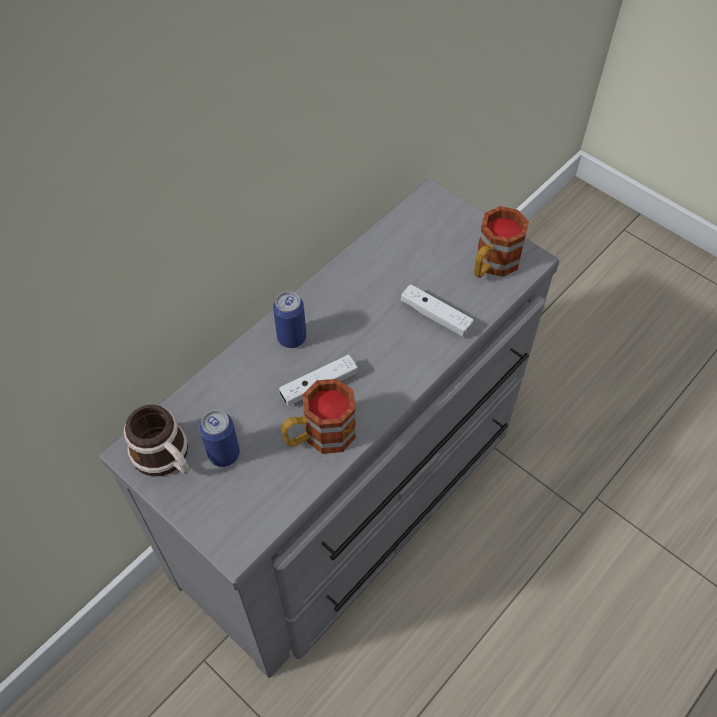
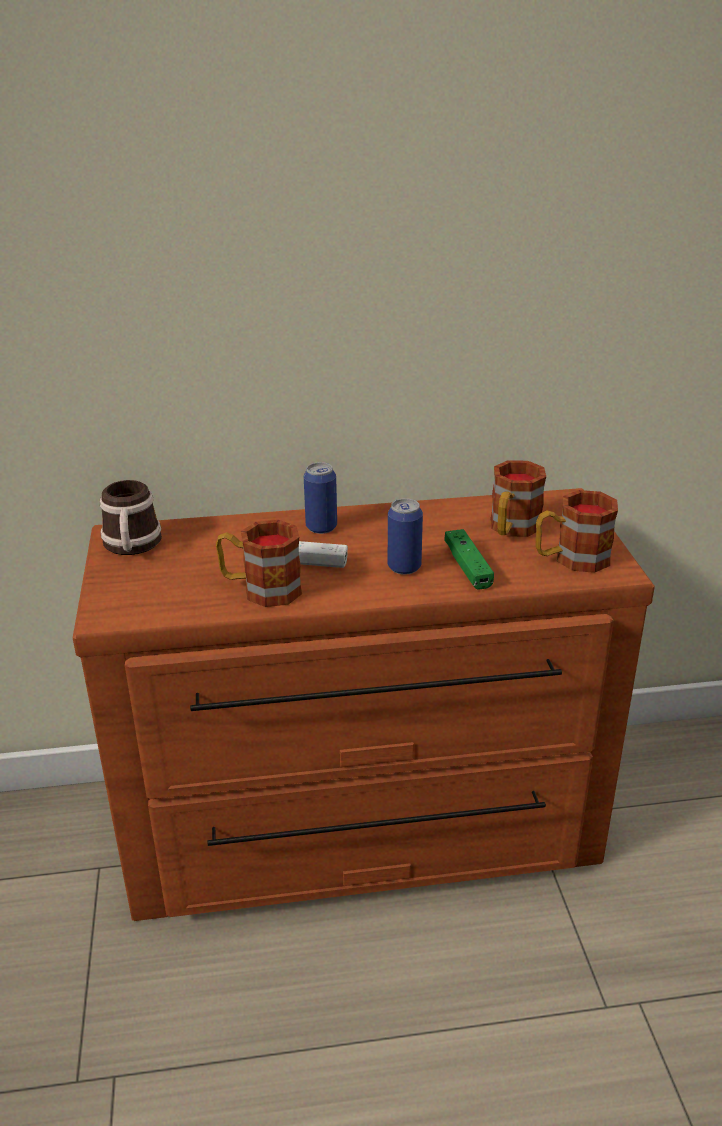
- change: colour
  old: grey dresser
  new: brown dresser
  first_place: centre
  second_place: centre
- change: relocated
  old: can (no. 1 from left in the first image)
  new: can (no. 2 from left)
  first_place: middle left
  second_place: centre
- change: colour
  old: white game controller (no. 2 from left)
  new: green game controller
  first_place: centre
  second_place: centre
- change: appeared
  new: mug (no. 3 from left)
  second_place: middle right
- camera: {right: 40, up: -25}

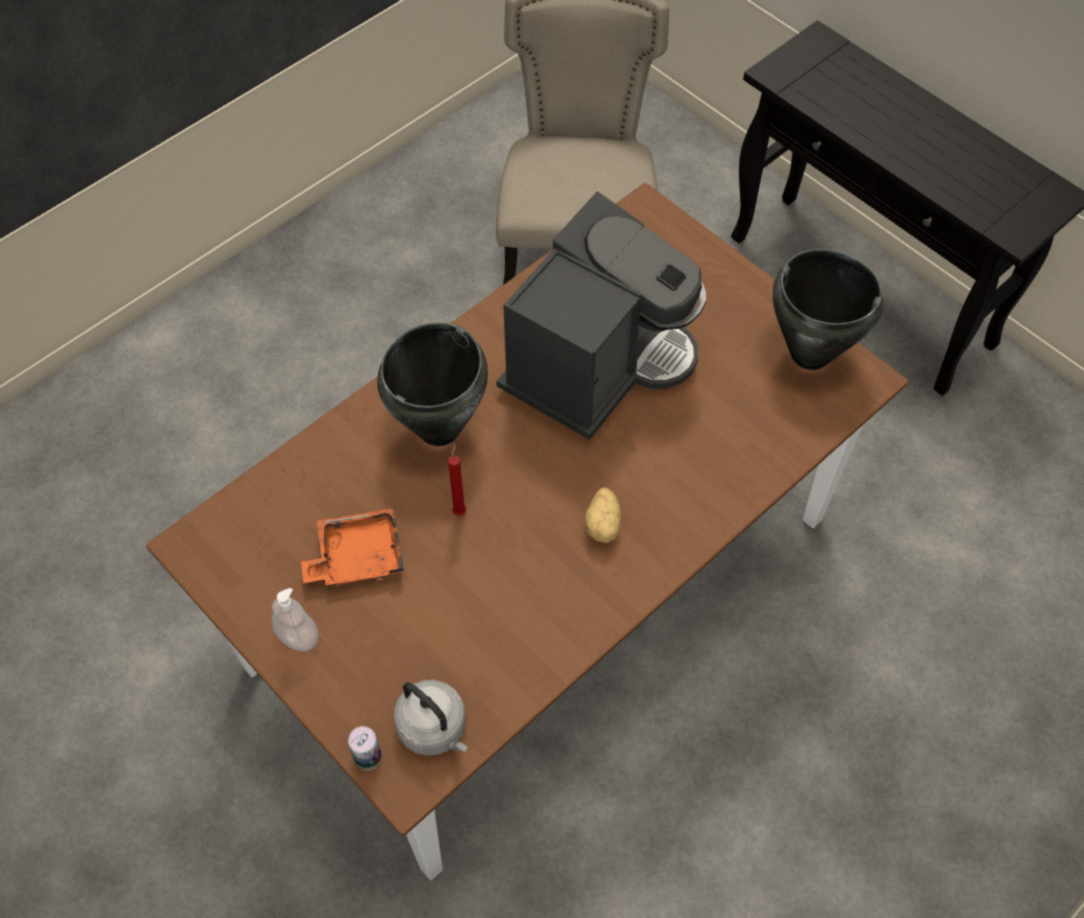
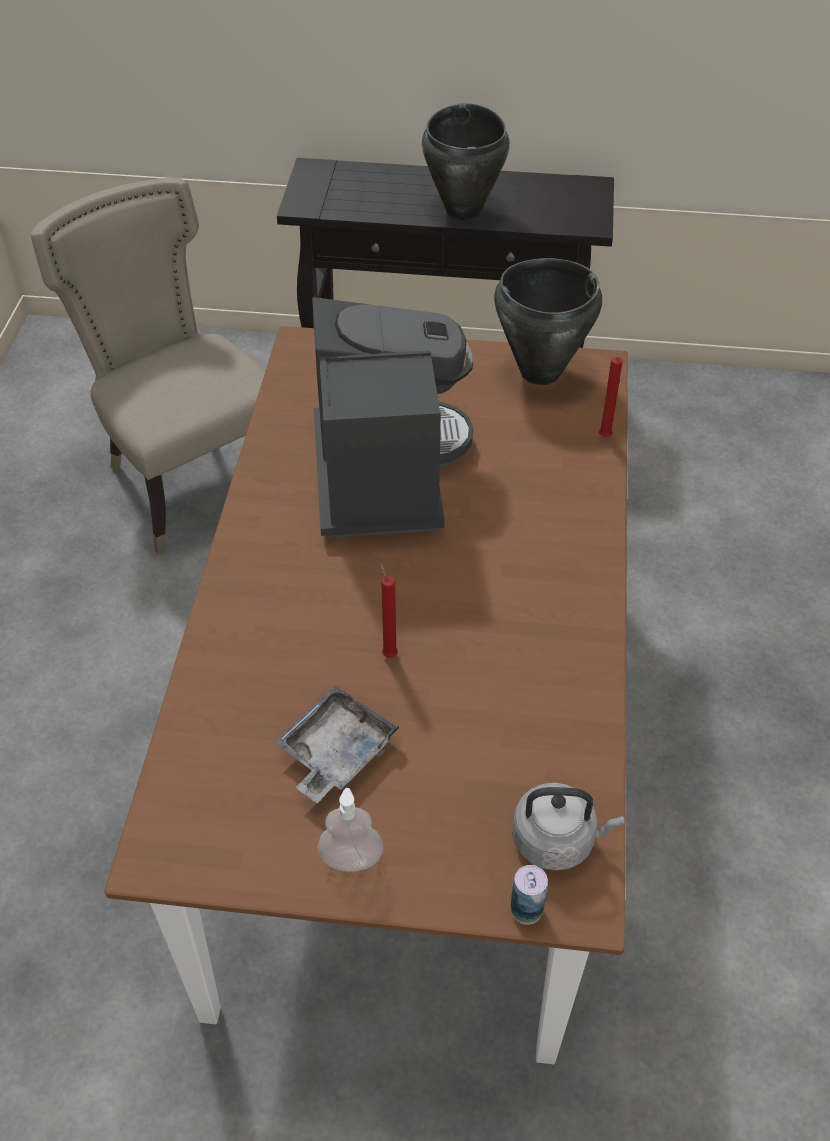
- change: colour
  old: orange tray
  new: grey tray
  first_place: middle left
  second_place: centre
- change: relocated
  old: black cooking pot (no. 1 from left)
  first_place: centre
  second_place: top centre
- change: missing
  old: potato
  first_place: centre
- change: appeared
  new: red candle (no. 2 from left)
  second_place: middle right
- camera: {right: -40, up: -10}

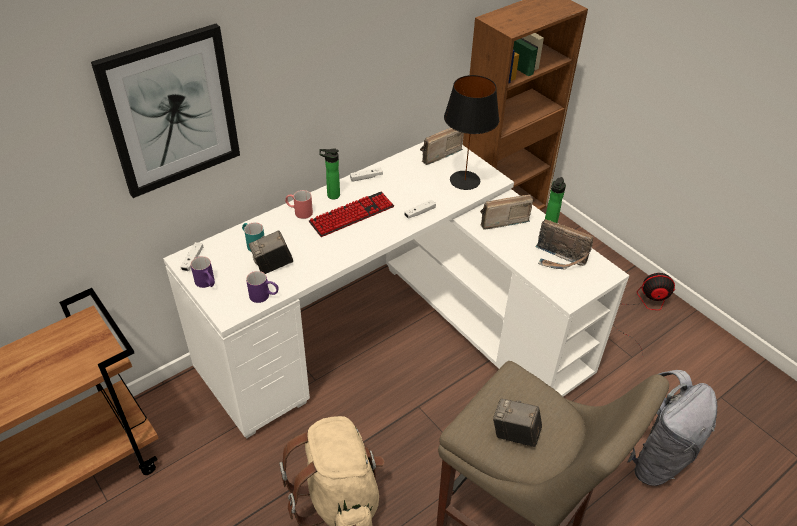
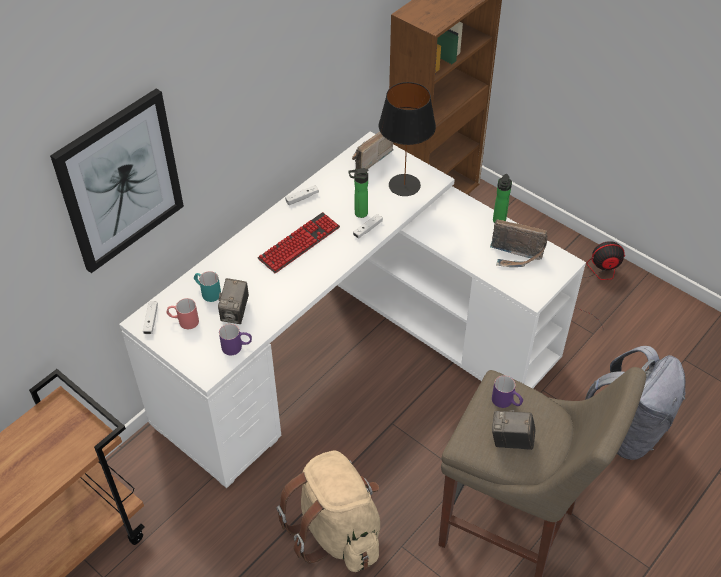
- change: relocated
  old: purple mug (no. 1 from left in the first image)
  new: purple mug (no. 2 from left)
  first_place: middle left
  second_place: bottom right
- change: spun
  old: photo camera (no. 1 from left)
  first_place: centre
  second_place: middle left
  degrees: -45
- change: relocated
  old: red mug
  first_place: centre
  second_place: middle left
- change: relocated
  old: bottle (no. 1 from left)
  first_place: top centre
  second_place: centre
- change: missing
  old: radio (no. 2 from left)
  first_place: centre
- camera: {right: -10, up: 5}

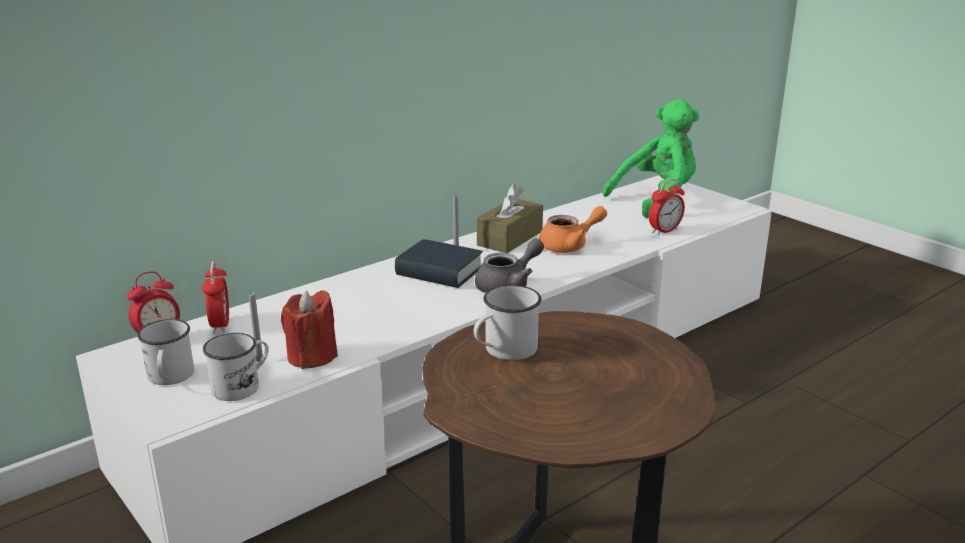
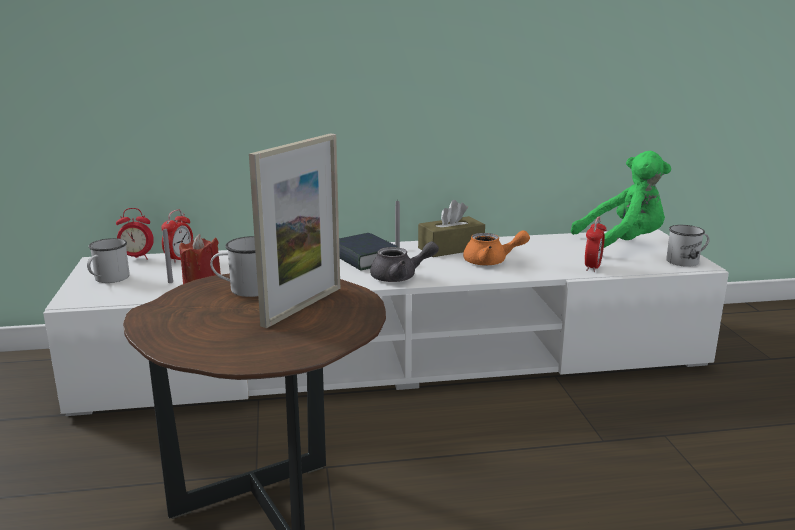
- change: relocated
  old: white mug (no. 2 from left in the first image)
  new: white mug (no. 3 from left)
  first_place: bottom left
  second_place: middle right
- change: spun
  old: alarm clock (no. 3 from left)
  first_place: middle right
  second_place: middle right
  degrees: -60
- change: appeared
  new: picture frame
  second_place: centre
- camera: {right: 30, up: -5}

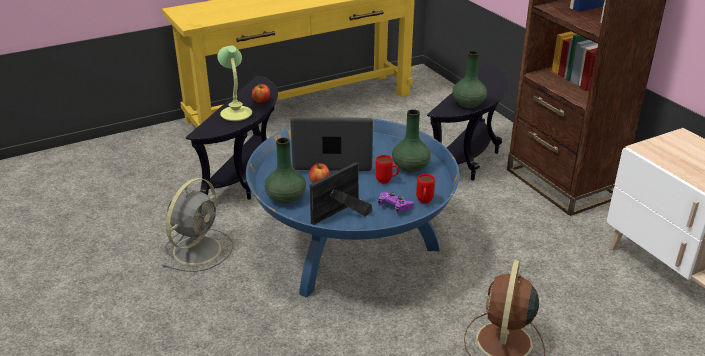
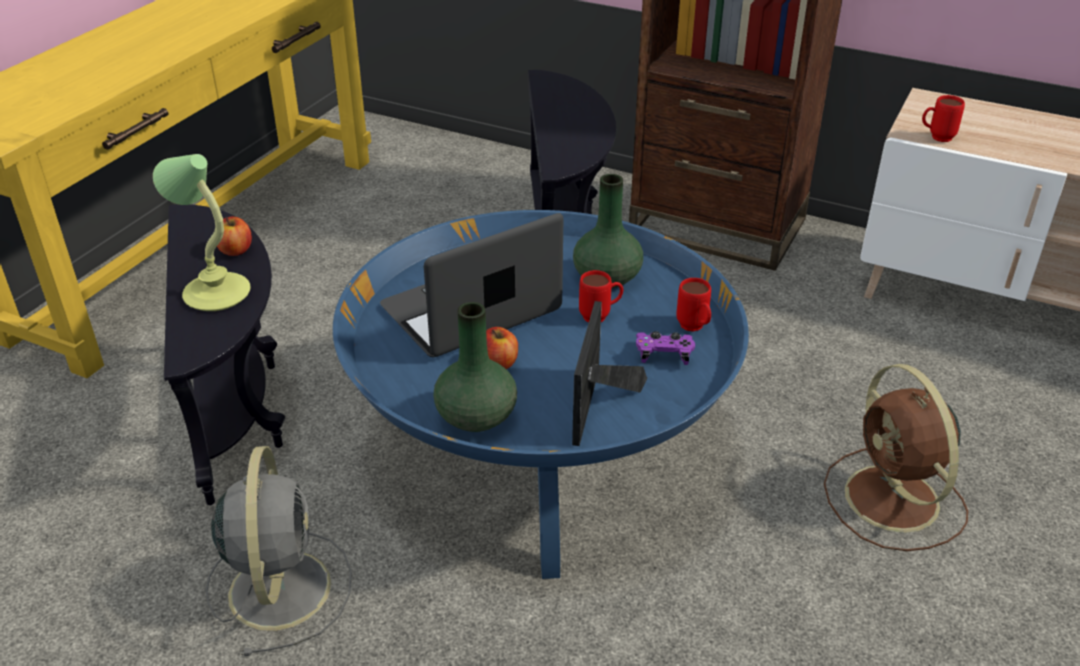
- change: missing
  old: green vase (no. 3 from left)
  first_place: top centre
- change: appeared
  new: red mug (no. 3 from left)
  second_place: top right
- camera: {right: -35, up: 5}

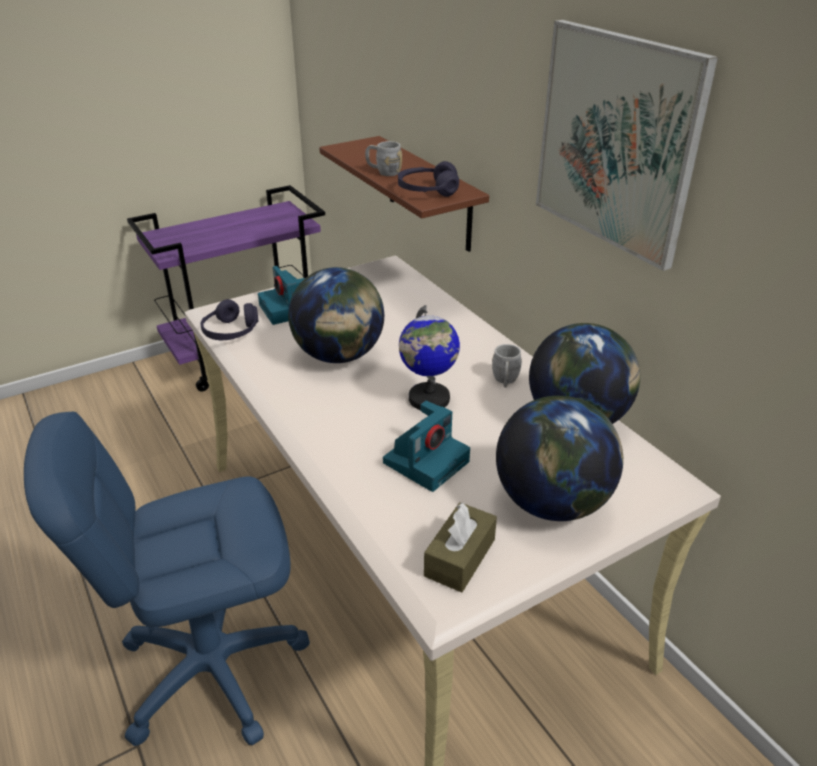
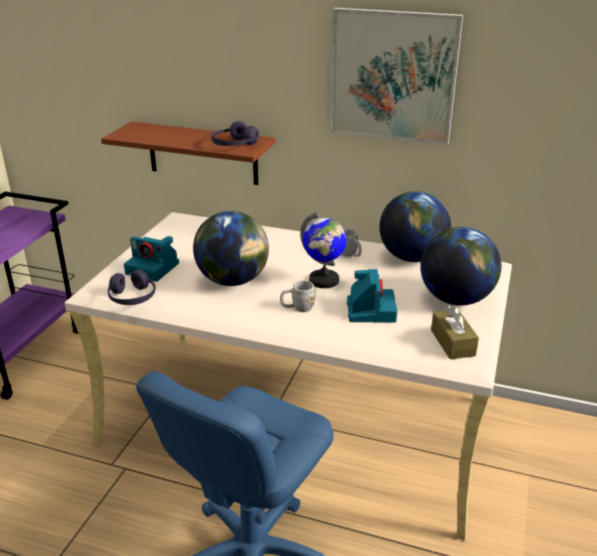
- change: relocated
  old: grey mug (no. 1 from left)
  first_place: top centre
  second_place: centre
- camera: {right: -40, up: -5}

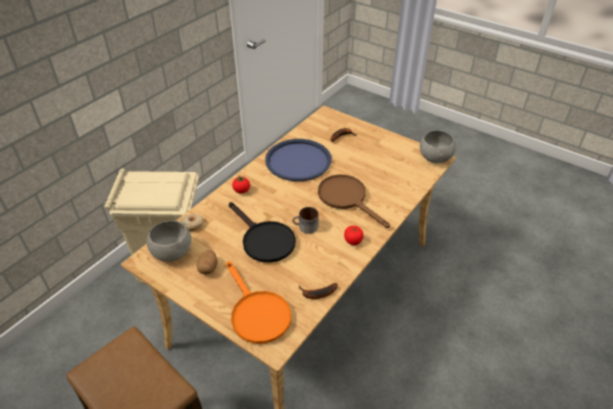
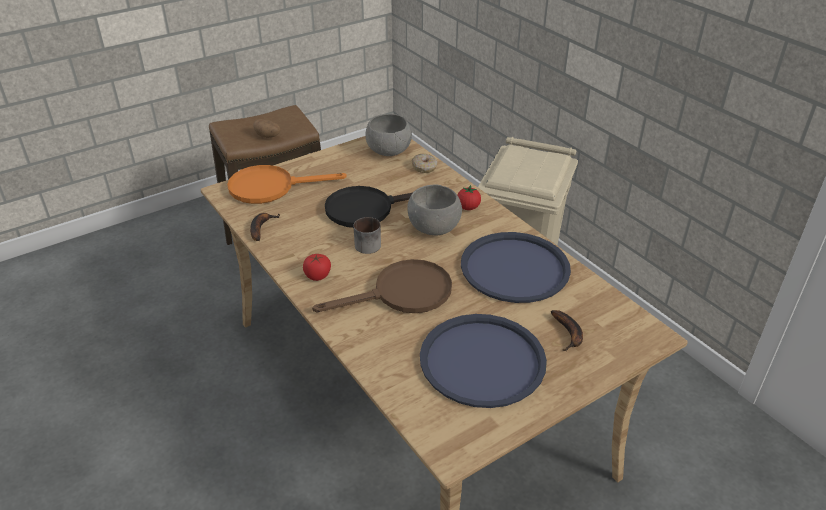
- change: relocated
  old: potato
  first_place: centre
  second_place: top left
- change: relocated
  old: grey bowl (no. 2 from left)
  first_place: middle right
  second_place: centre
- change: appeared
  new: blue tray (no. 1 from left)
  second_place: bottom centre
- camera: {right: 110, up: -5}

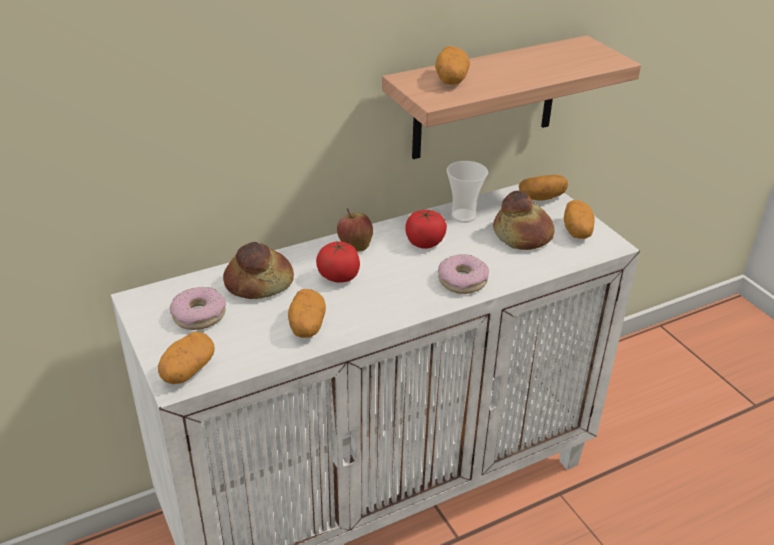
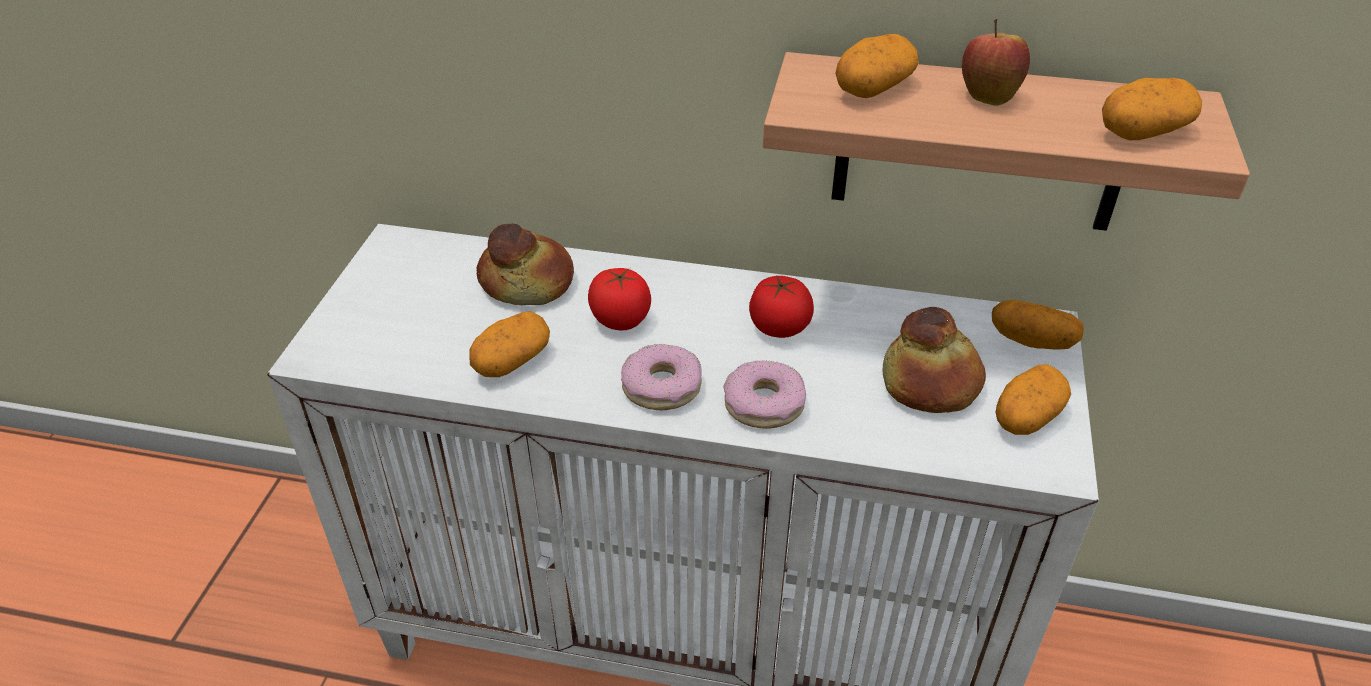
- change: relocated
  old: potato (no. 1 from left in the first image)
  new: potato (no. 5 from left)
  first_place: middle left
  second_place: top right
- change: relocated
  old: donut (no. 1 from left)
  first_place: middle left
  second_place: centre
- change: relocated
  old: apple
  first_place: centre
  second_place: top right
- change: missing
  old: cup
  first_place: centre
- camera: {right: 40, up: 5}

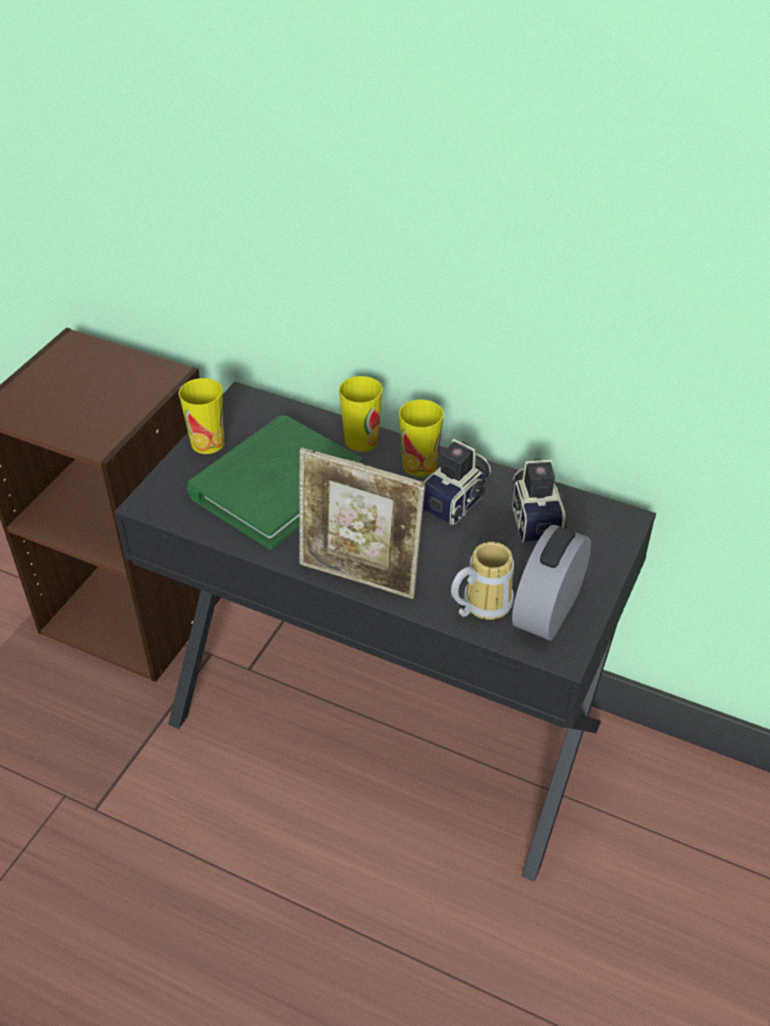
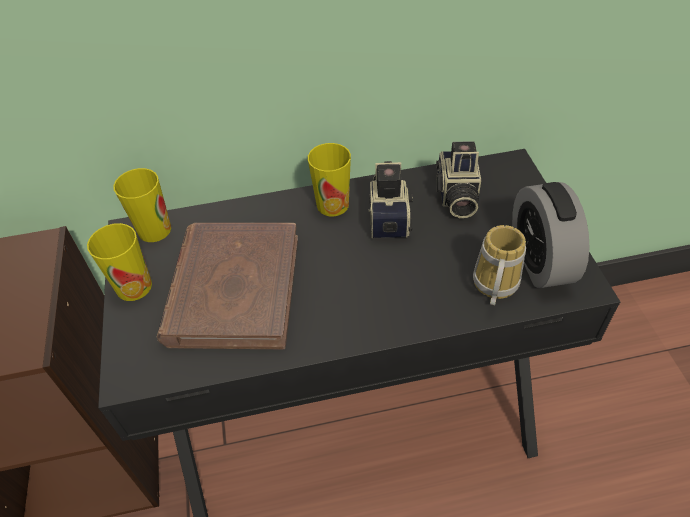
- change: colour
  old: green book
  new: brown book
  first_place: centre
  second_place: middle left
- change: missing
  old: picture frame
  first_place: centre
- change: relocated
  old: cup (no. 2 from left)
  first_place: centre
  second_place: middle left
- change: spun
  old: photo camera (no. 2 from left)
  first_place: middle right
  second_place: centre
  degrees: -135
- camera: {right: -35, up: 5}

